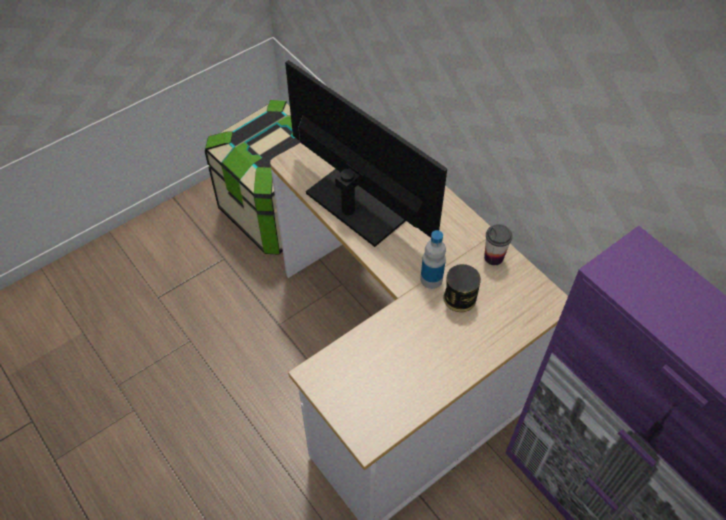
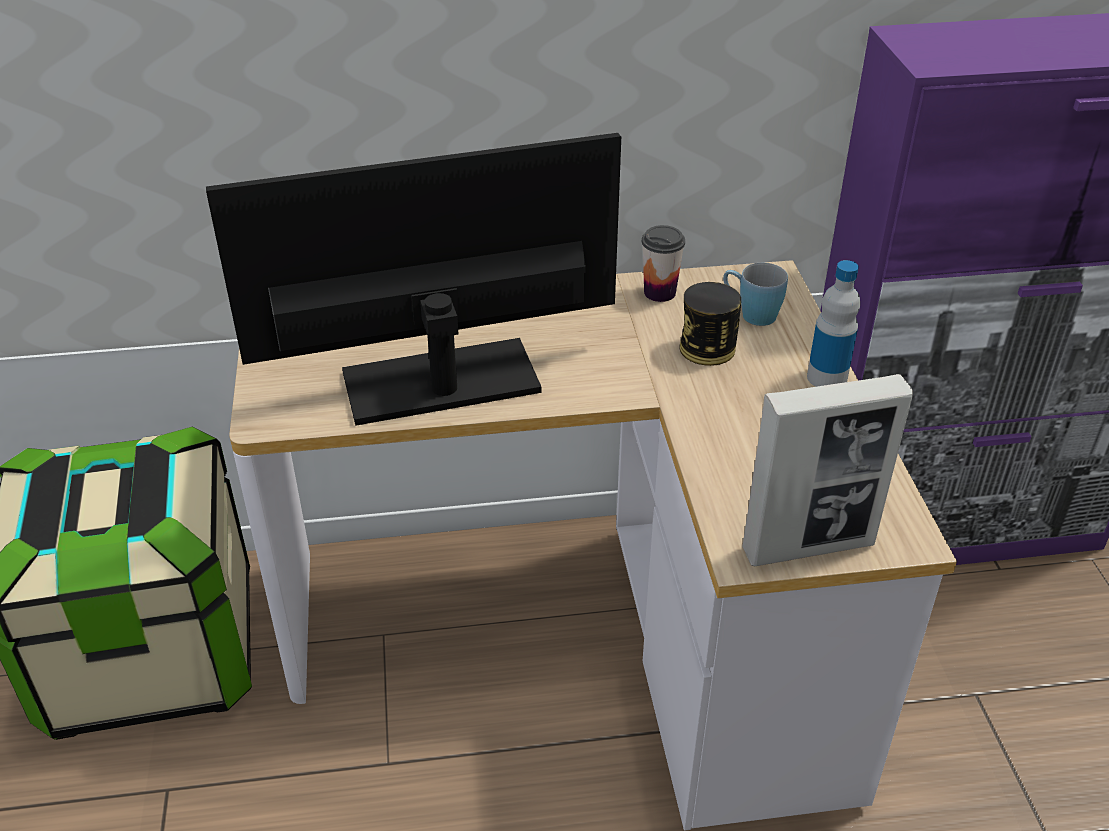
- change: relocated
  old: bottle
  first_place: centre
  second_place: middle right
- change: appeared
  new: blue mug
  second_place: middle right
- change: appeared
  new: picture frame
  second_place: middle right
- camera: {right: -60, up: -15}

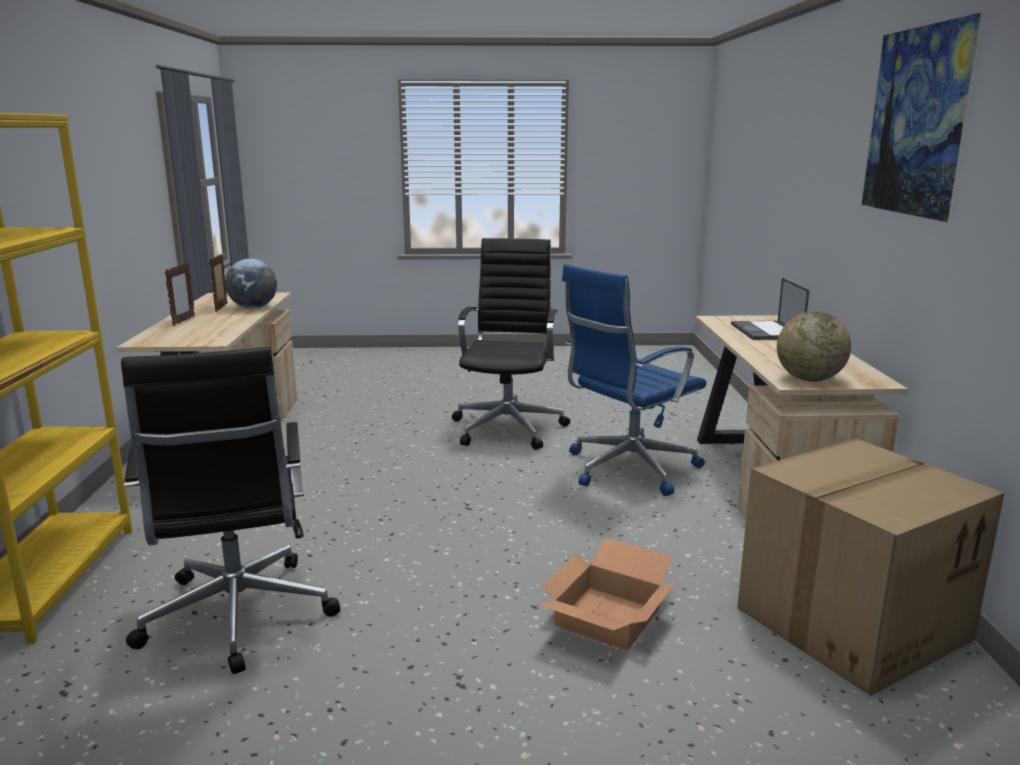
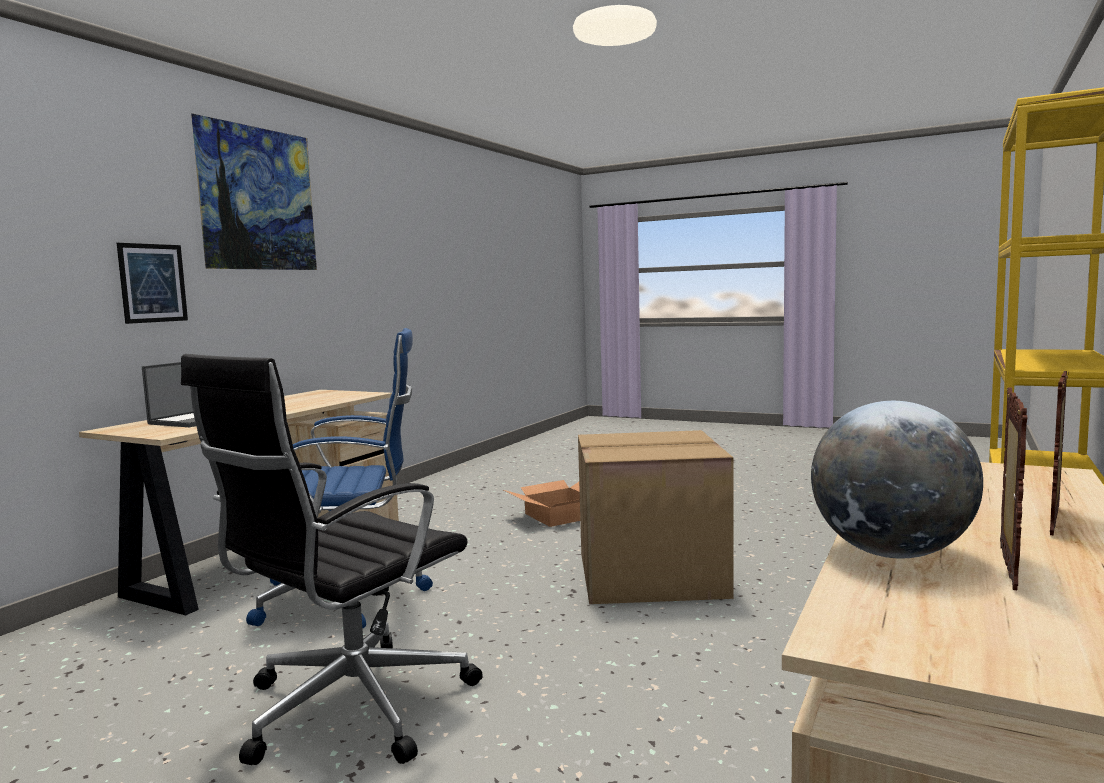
- change: missing
  old: black office chair (no. 1 from left)
  first_place: bottom left
- change: relocated
  old: cardboard box (no. 2 from left)
  first_place: bottom right
  second_place: centre
- change: missing
  old: globe (no. 2 from left)
  first_place: middle right
- change: appeared
  new: picture (no. 1 from left)
  second_place: middle left
- camera: {right: -150, up: -10}

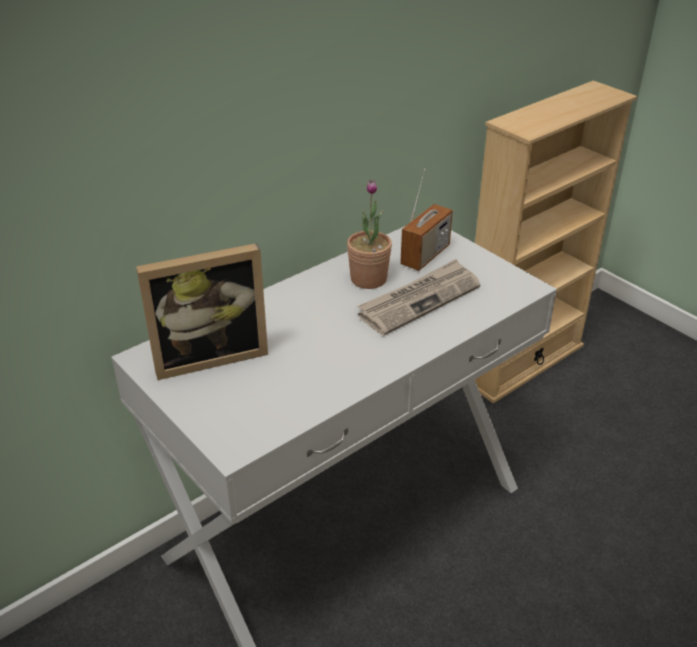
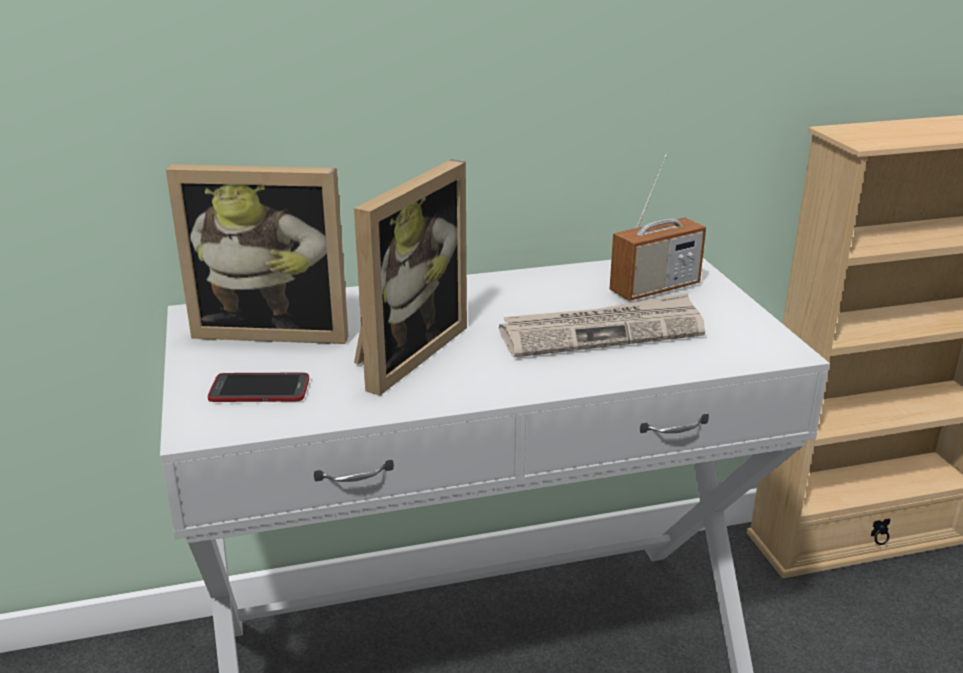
- change: missing
  old: potted plant
  first_place: centre
- change: appeared
  new: phone
  second_place: middle left
- change: appeared
  new: picture frame (no. 2 from left)
  second_place: centre
- camera: {right: 25, up: -10}

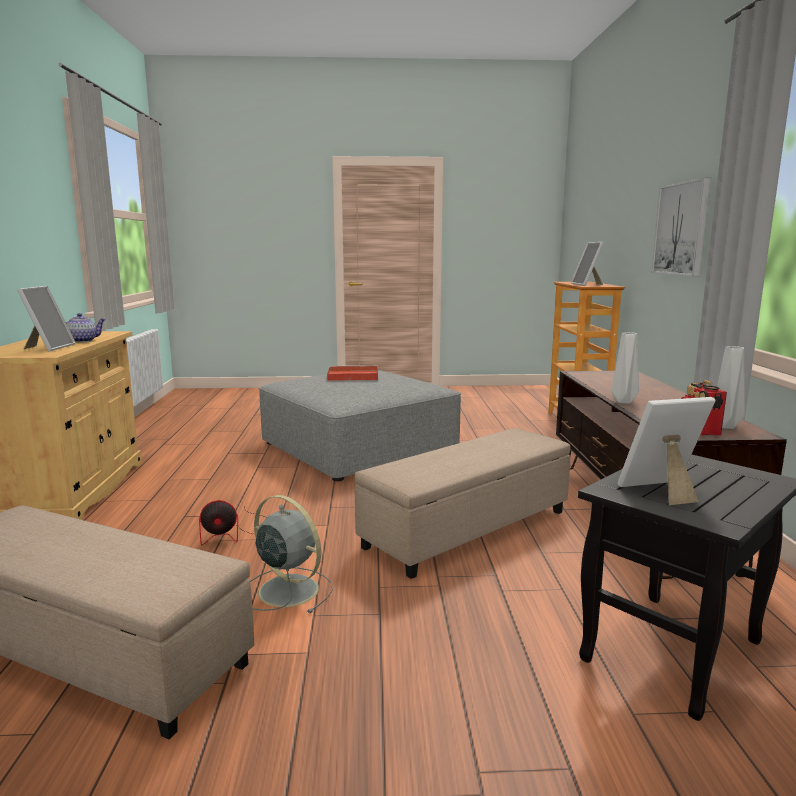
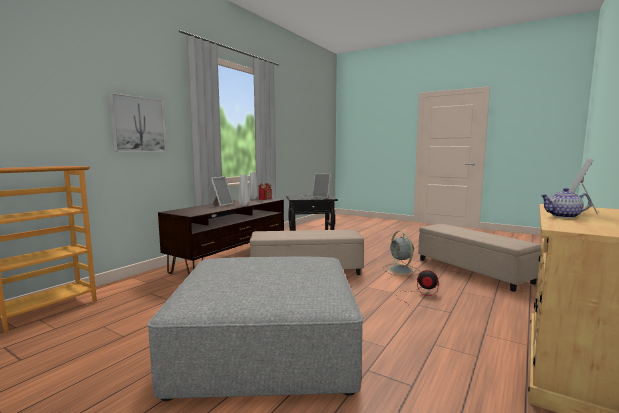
- change: missing
  old: red tray
  first_place: centre
- change: relocated
  old: picture frame (no. 2 from left in the first image)
  new: picture frame (no. 1 from left)
  first_place: top right
  second_place: centre
- camera: {right: -145, up: -5}

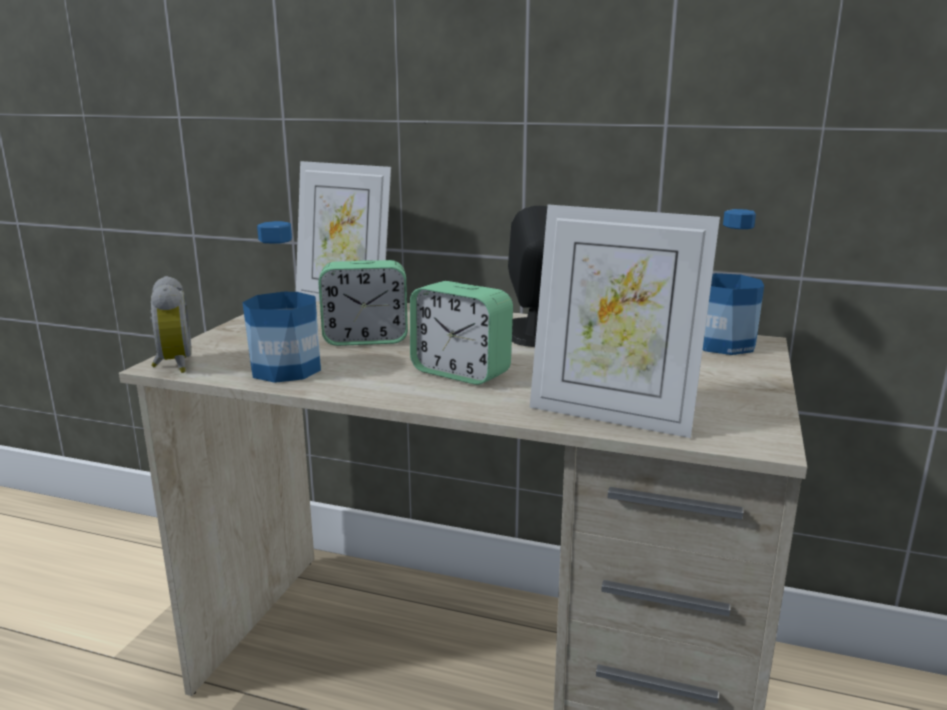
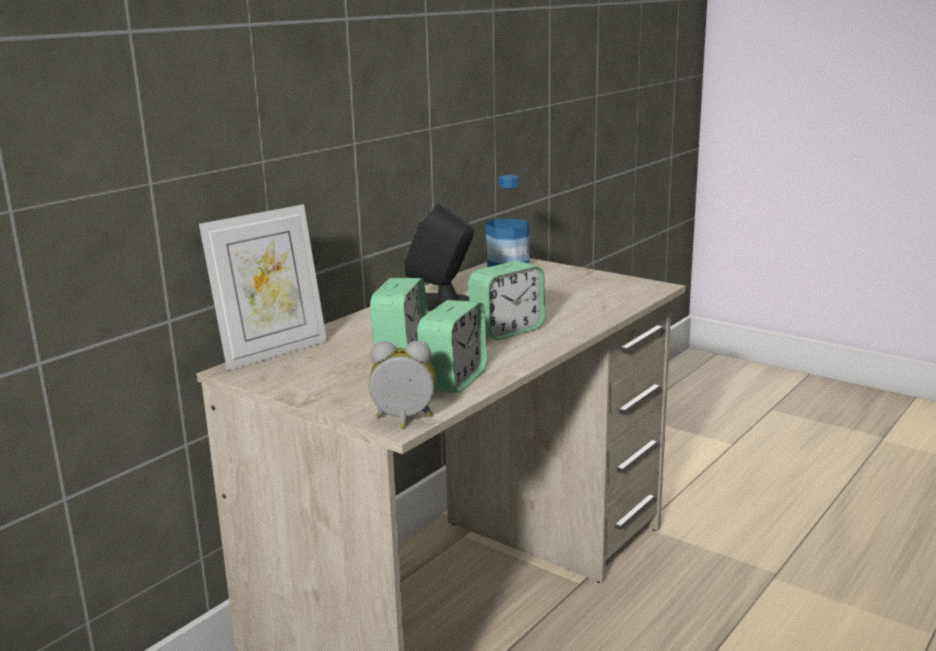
- change: exchanged
  old: bottle (no. 1 from left)
  new: alarm clock (no. 3 from left)
  first_place: middle left
  second_place: centre
- change: missing
  old: picture frame (no. 2 from left)
  first_place: centre
- camera: {right: -70, up: 0}

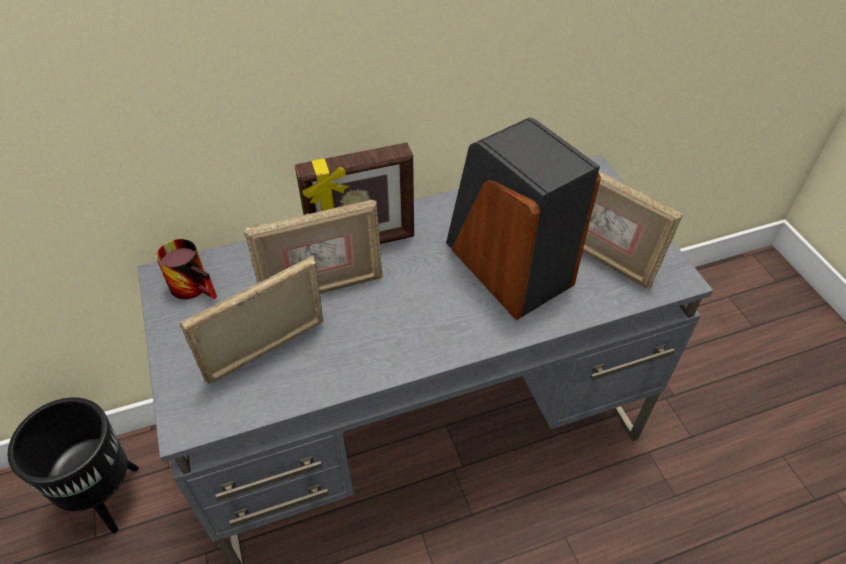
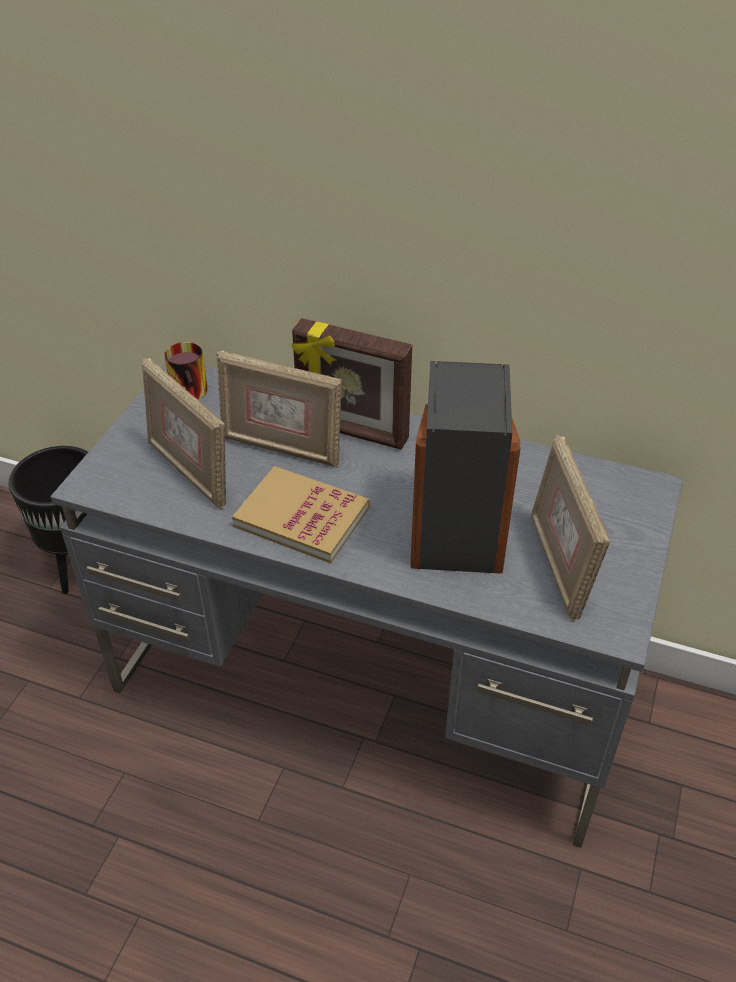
- change: spun
  old: picture frame (no. 1 from left)
  first_place: middle left
  second_place: middle left
  degrees: -135
- change: appeared
  new: book
  second_place: centre
- camera: {right: 40, up: -5}

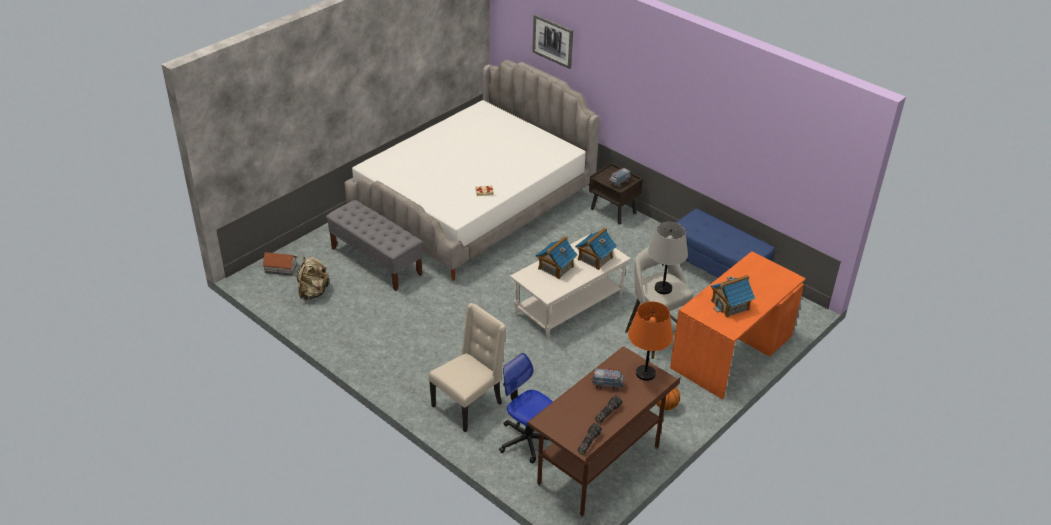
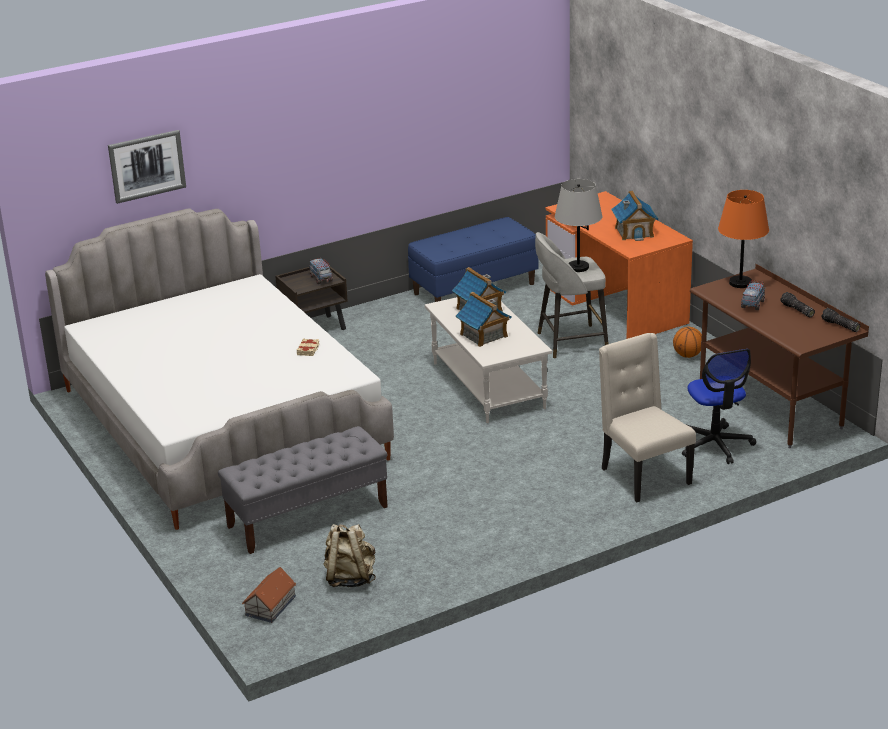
- change: spun
  old: office chair
  first_place: bottom centre
  second_place: middle right
  degrees: -75
- camera: {right: -70, up: -10}

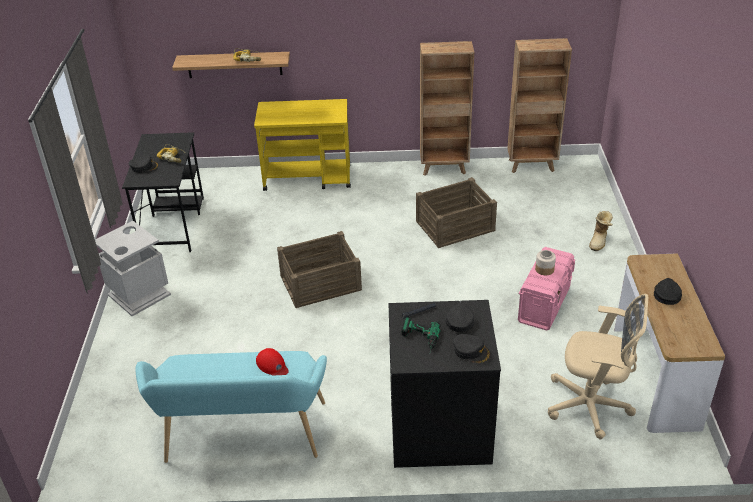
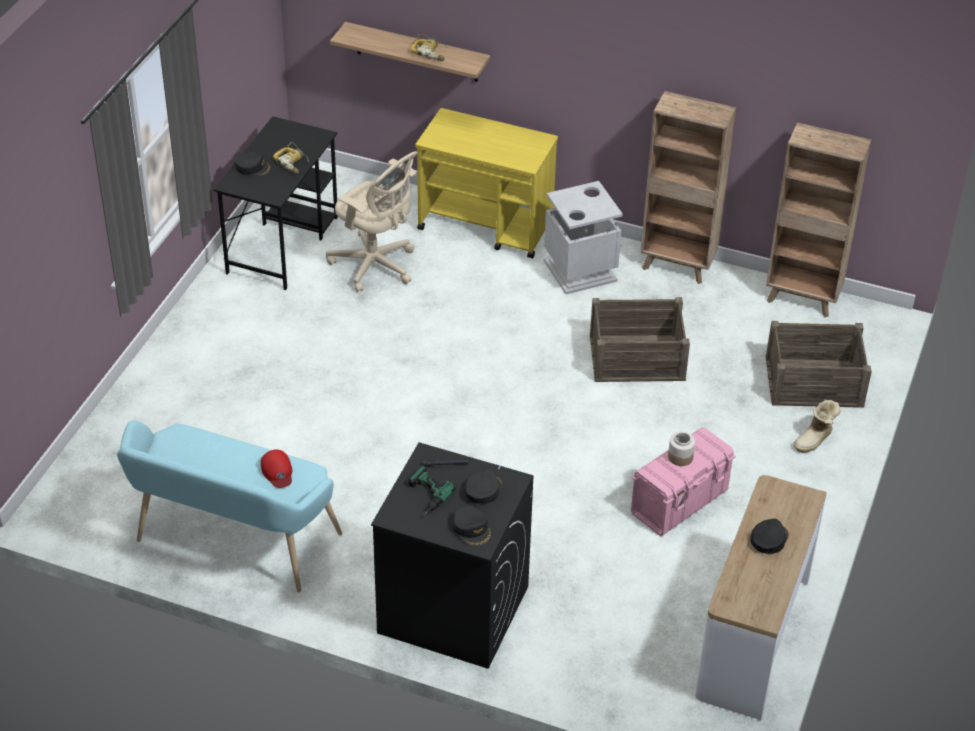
- change: relocated
  old: grey trash can
  first_place: middle left
  second_place: top centre
- change: relocated
  old: crate (no. 1 from left in the first image)
  new: crate (no. 2 from left)
  first_place: centre
  second_place: middle right
- change: relocated
  old: beige office chair
  first_place: bottom right
  second_place: top centre
- camera: {right: 20, up: 5}

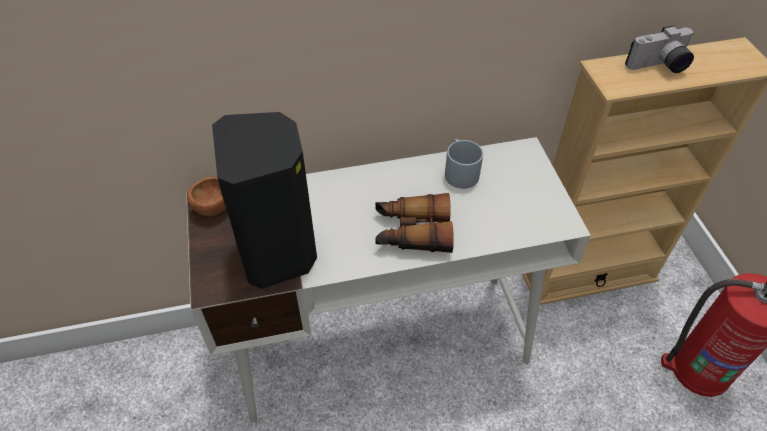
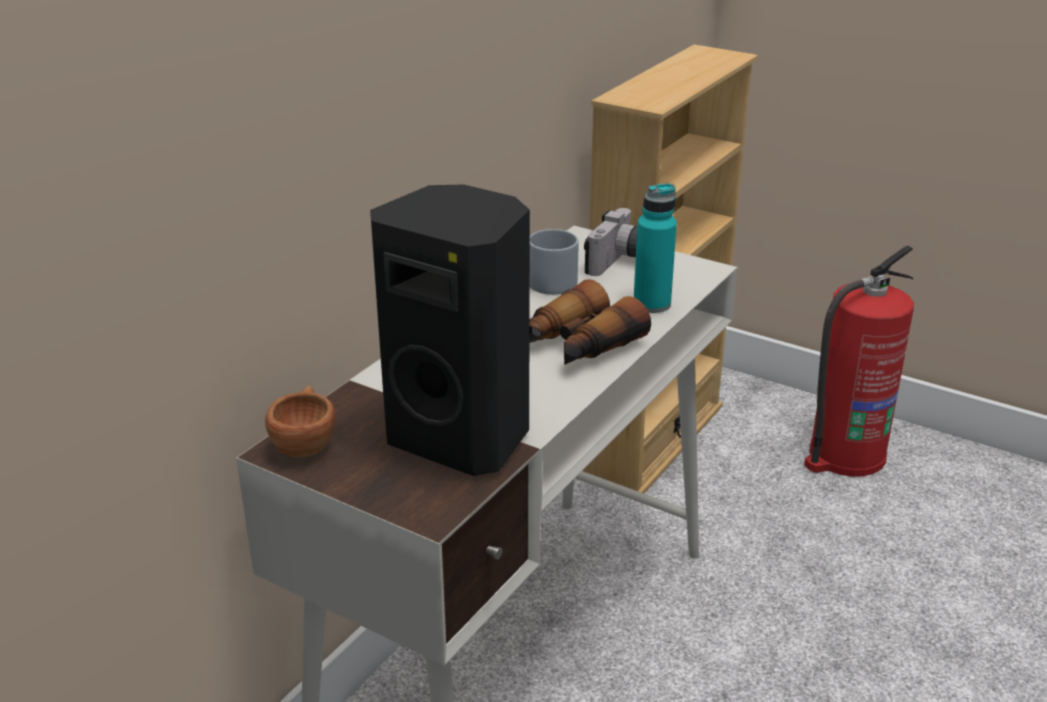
- change: relocated
  old: photo camera
  first_place: top right
  second_place: centre
- change: appeared
  new: turquoise bottle
  second_place: centre
- camera: {right: -45, up: -20}

